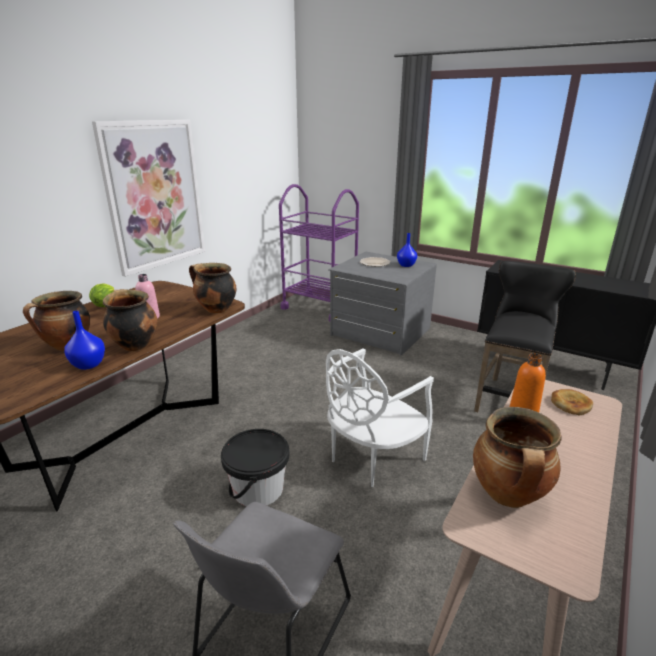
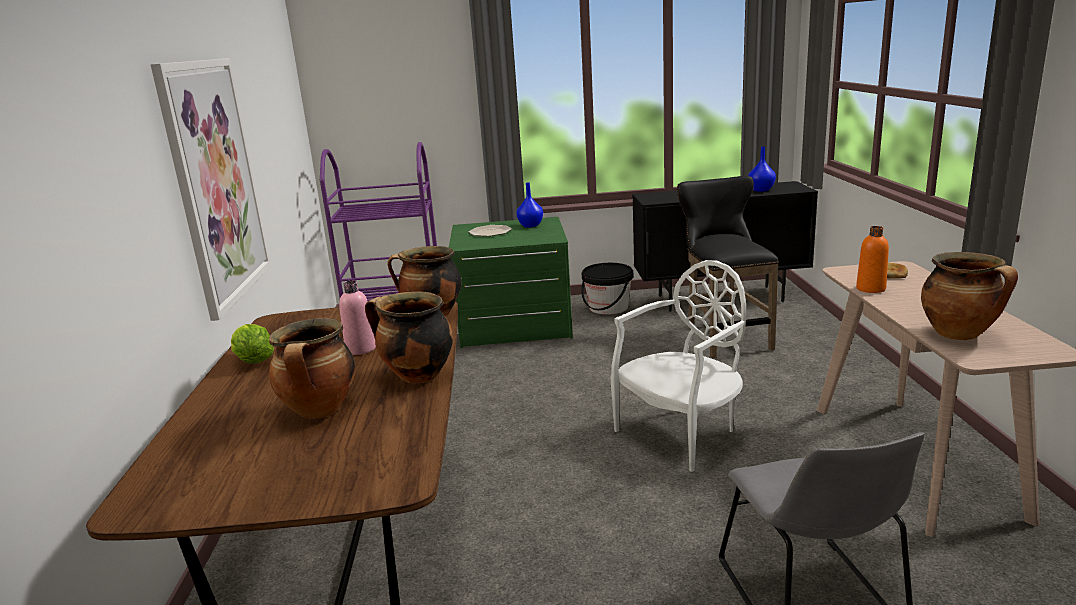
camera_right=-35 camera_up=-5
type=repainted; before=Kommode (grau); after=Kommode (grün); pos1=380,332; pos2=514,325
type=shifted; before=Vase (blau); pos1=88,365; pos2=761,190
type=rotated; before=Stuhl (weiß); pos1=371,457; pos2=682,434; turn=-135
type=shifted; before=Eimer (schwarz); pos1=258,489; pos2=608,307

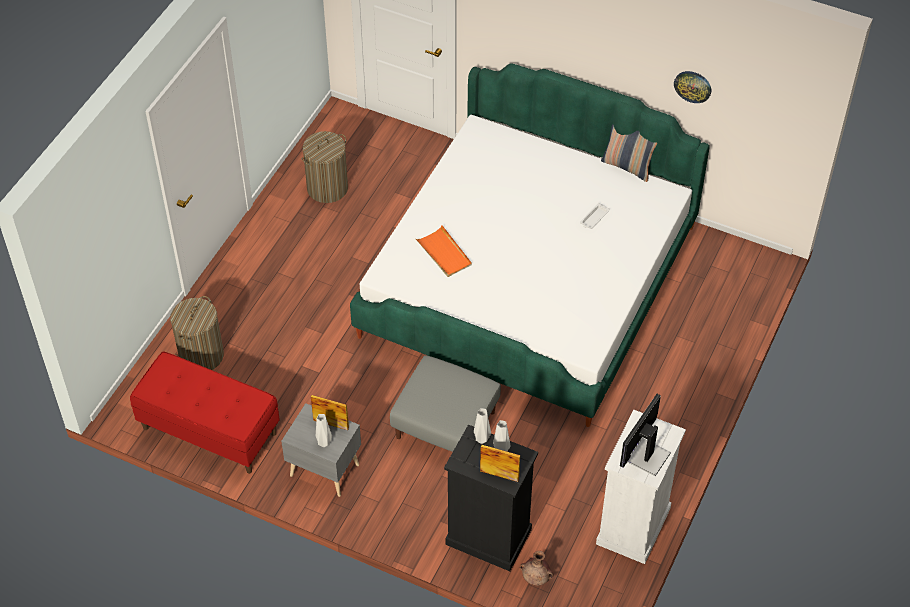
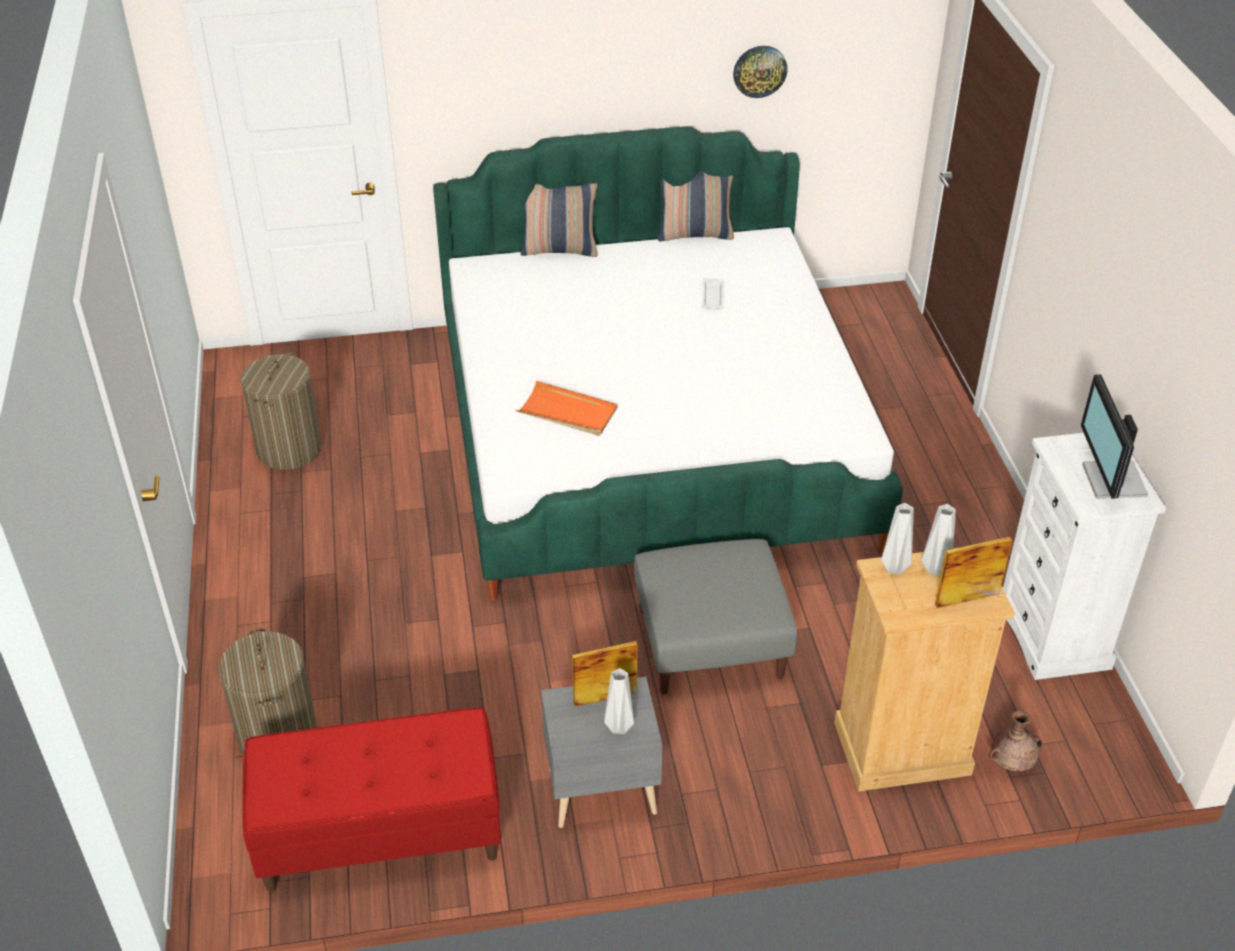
camera_right=-35 camera_up=-10
type=repainted; before=Kommode (schwarz); after=Kommode (beige); pos1=488,537; pos2=901,749
type=new; after=Kissen; pos2=559,250

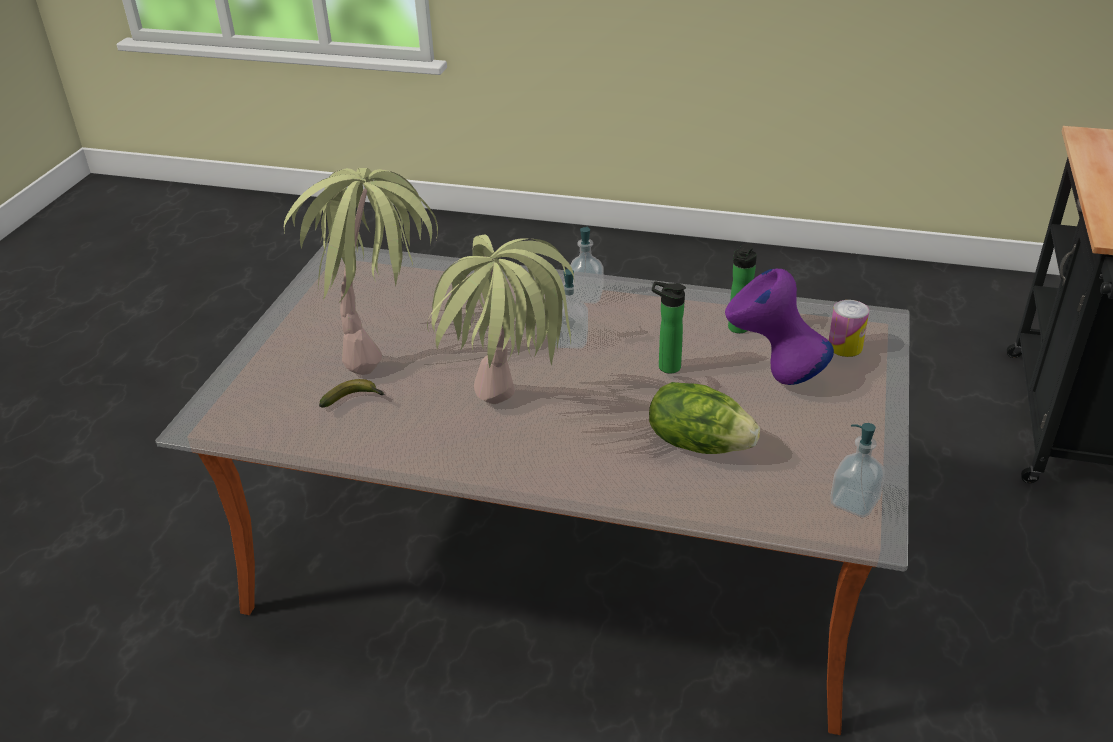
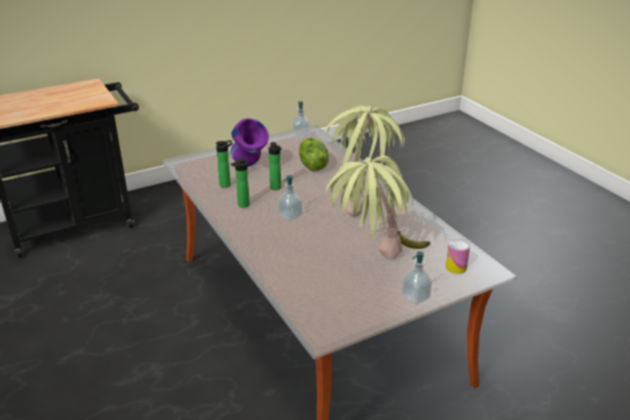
camera_right=-135 camera_up=-5
type=shifted; before=Seifenspender; pos1=586,296; pos2=415,297
type=shifted; before=Dose; pos1=845,346; pos2=456,267
type=new; after=Flasche; pos2=242,205

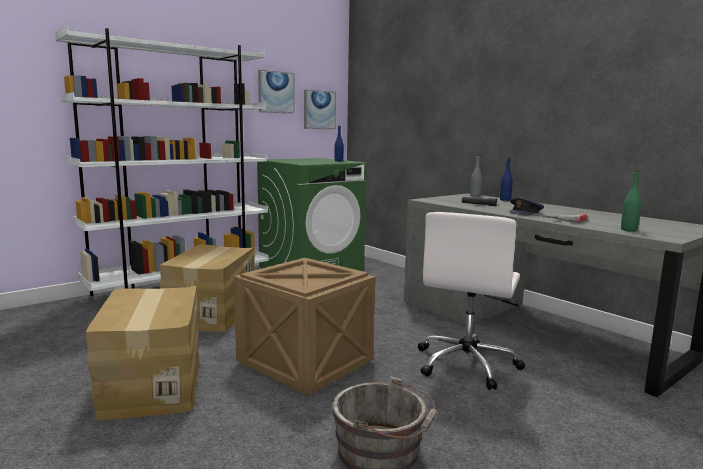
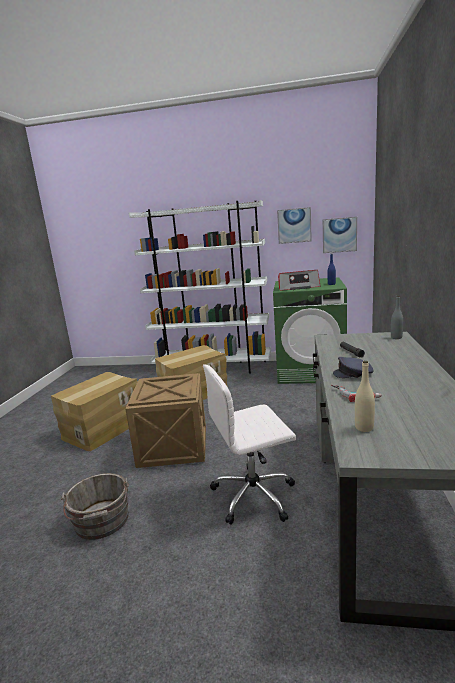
camera_right=50 camera_up=5
type=gone; before=Flasche (blau); pos1=505,200
type=repainted; before=Flasche (grün); after=Flasche (beige); pos1=628,230; pos2=364,428
type=new; after=Radio; pos2=298,287

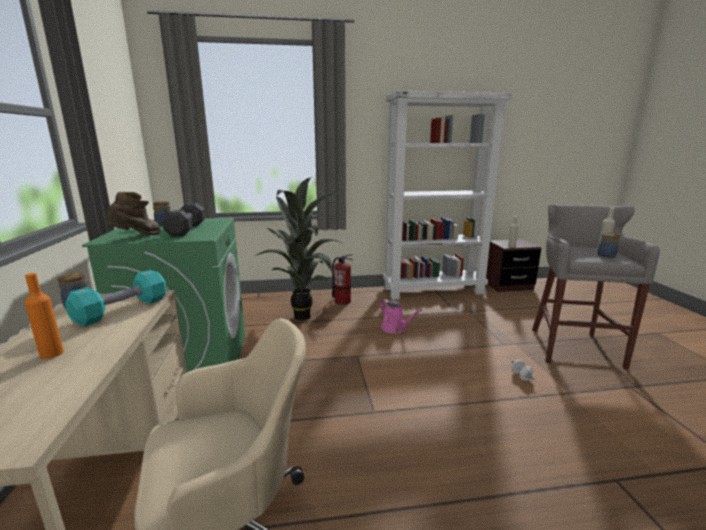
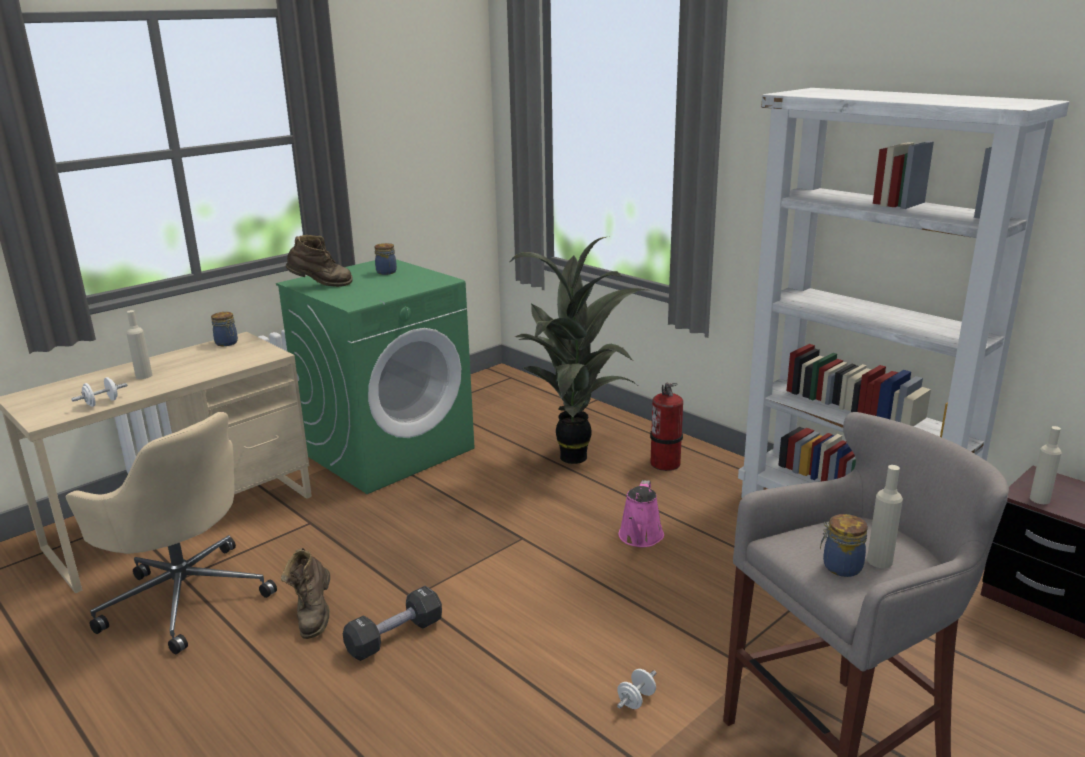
camera_right=55 camera_up=5
type=shifted; before=Hantel (schwarz); pos1=186,230; pos2=395,637
type=gone; before=Hantel (türkis); pos1=122,310
type=repainted; before=Flasche (orange); after=Flasche (beige); pos1=51,354; pos2=144,376
type=new; after=Hantel (weiß); pos2=102,403
type=new; after=Stiefel (braun); pos2=314,616

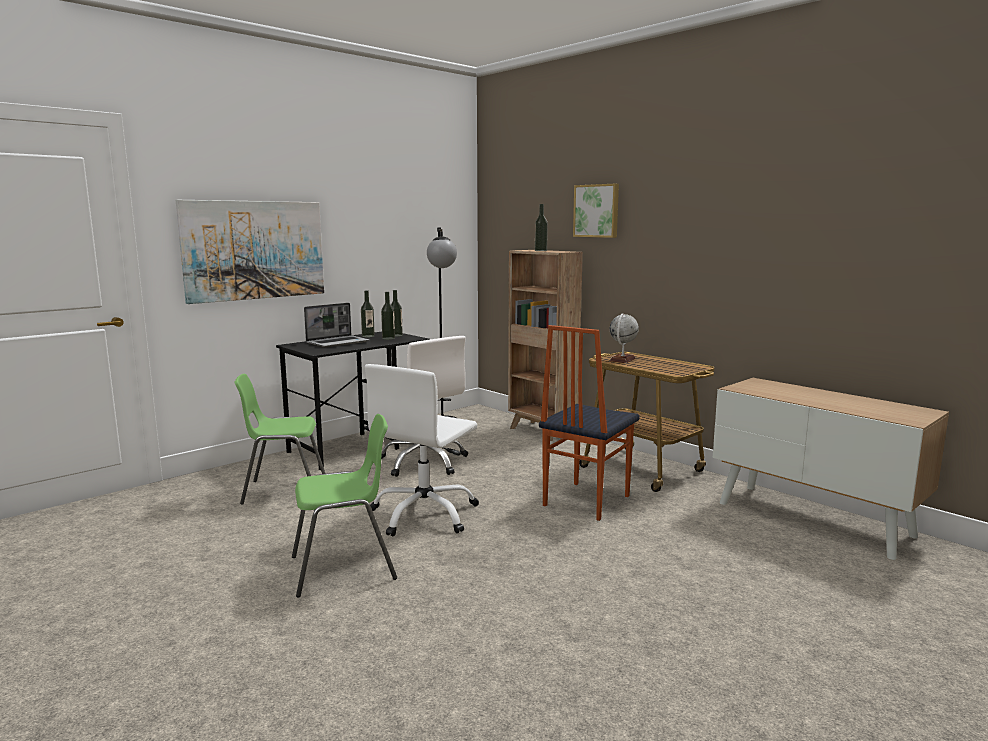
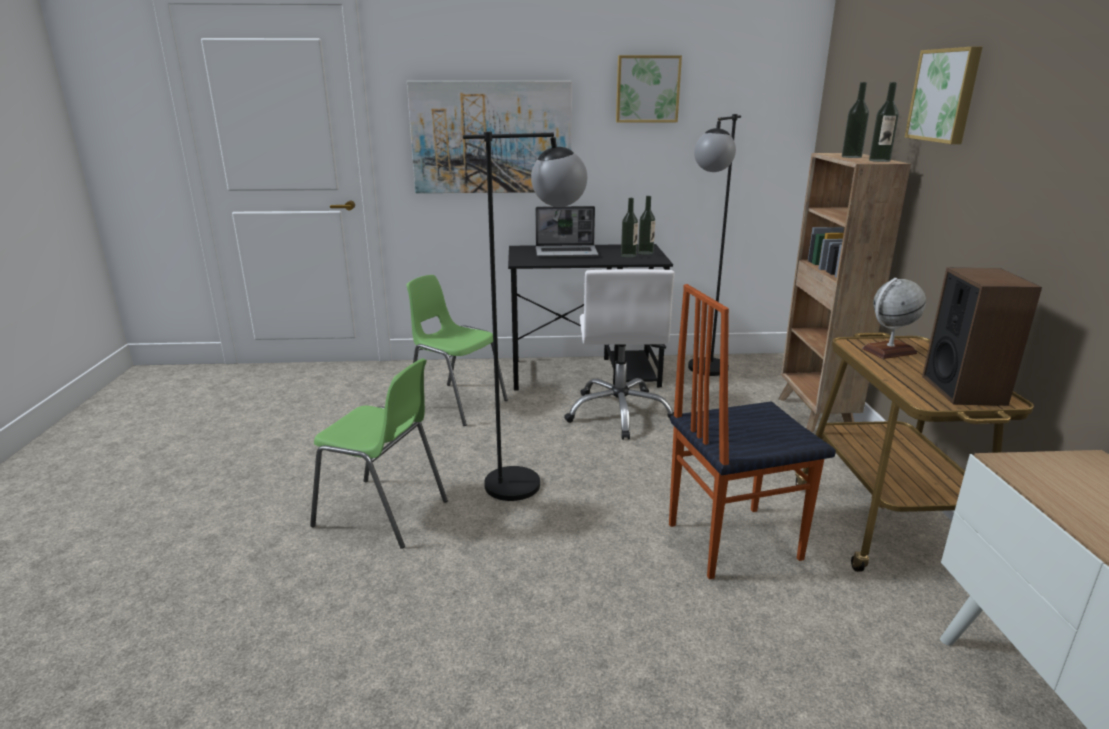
camera_right=40 camera_up=10
type=shifted; before=Flasche; pos1=368,336; pos2=879,160
type=swapped; before=Bürostuhl (weiß); after=Stehlampe (schwarz); pos1=425,514; pos2=531,481
type=new; after=Bild; pos2=647,89
type=new; after=Lautsprecher; pos2=963,390

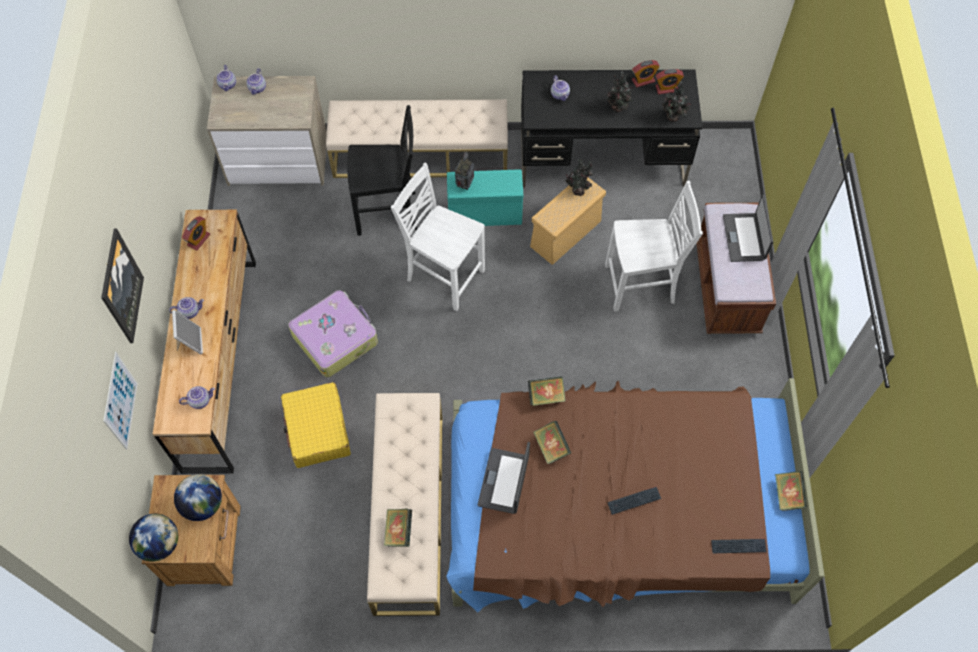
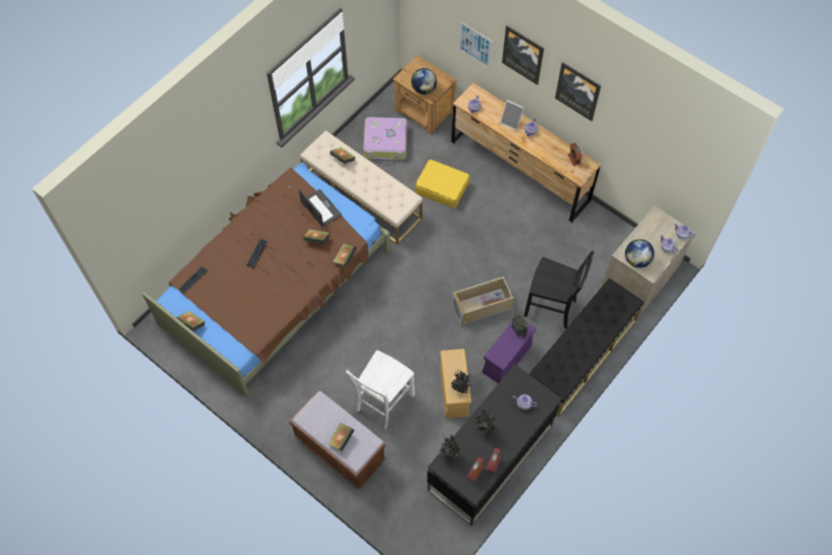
camera_right=130 camera_up=0
type=repainted; before=Bank (beige); after=Bank (schwarz); pos1=420,155; pos2=581,355
type=rotated; before=Stuhl (schwarz); pos1=388,212; pos2=551,308; turn=-105
type=swapped; before=Stuhl (weiß); after=Aufbewahrungsbox (beige); pos1=444,275; pos2=482,306
type=repainted; before=Aufbewahrungsbox (türkis); after=Aufbewahrungsbox (lila); pos1=486,213; pos2=506,359
type=swapped; before=Laptop; after=Buch; pos1=744,237; pos2=341,440
type=shifted; before=Koffer; pos1=335,338; pos2=386,143
type=shifted; before=Globus; pos1=160,544; pos2=636,260
type=new; after=Bild; pos2=578,91

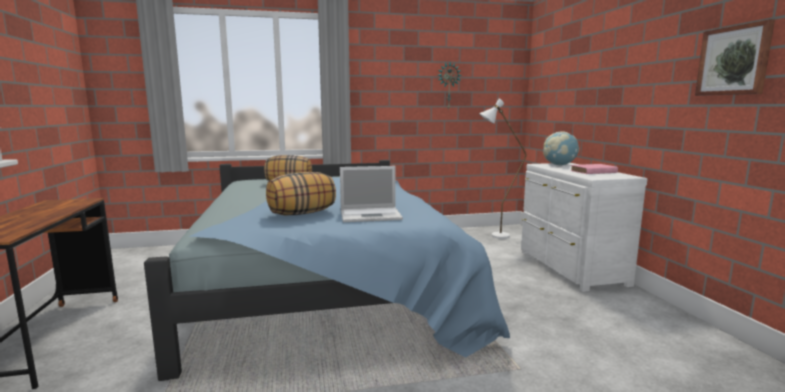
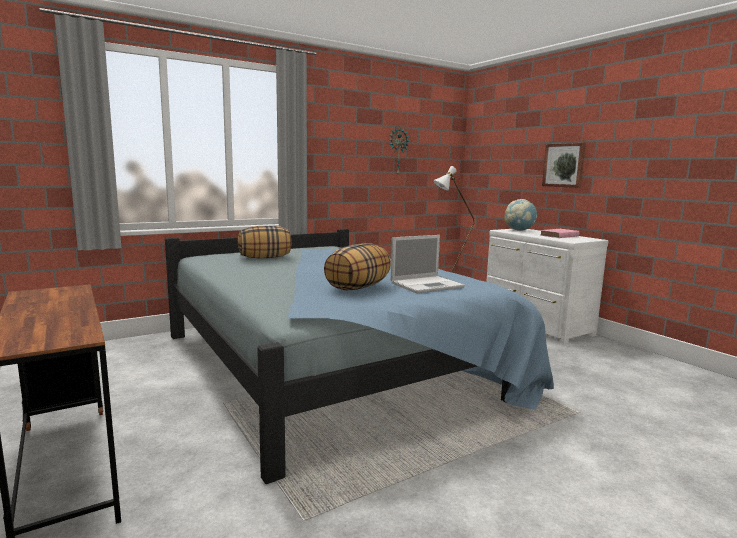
camera_right=-20 camera_up=0
type=shifted; before=Bild; pos1=734,61; pos2=564,165

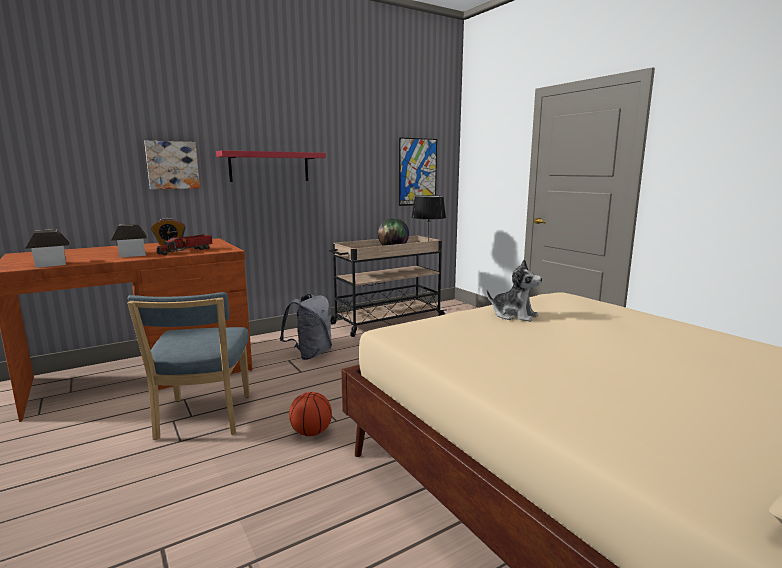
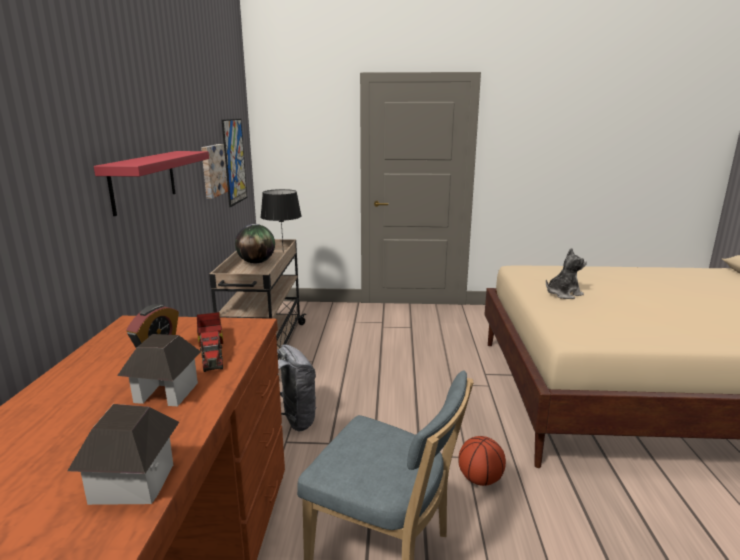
camera_right=-55 camera_up=5
type=shifted; before=Bild; pos1=172,165; pos2=212,170

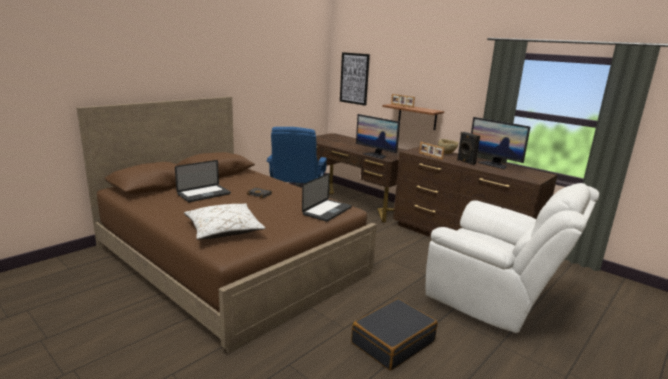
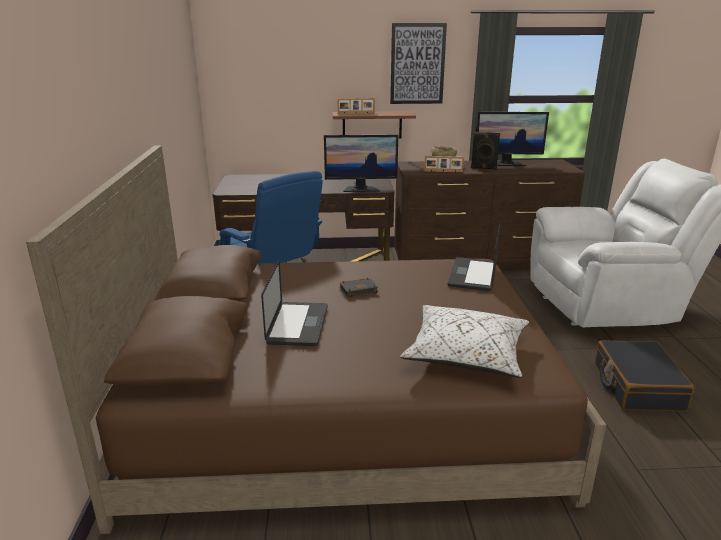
camera_right=-45 camera_up=5
type=shifted; before=Bild; pos1=354,78; pos2=417,64
type=rotated; before=Laptop; pos1=327,211; pos2=472,275; turn=-150

